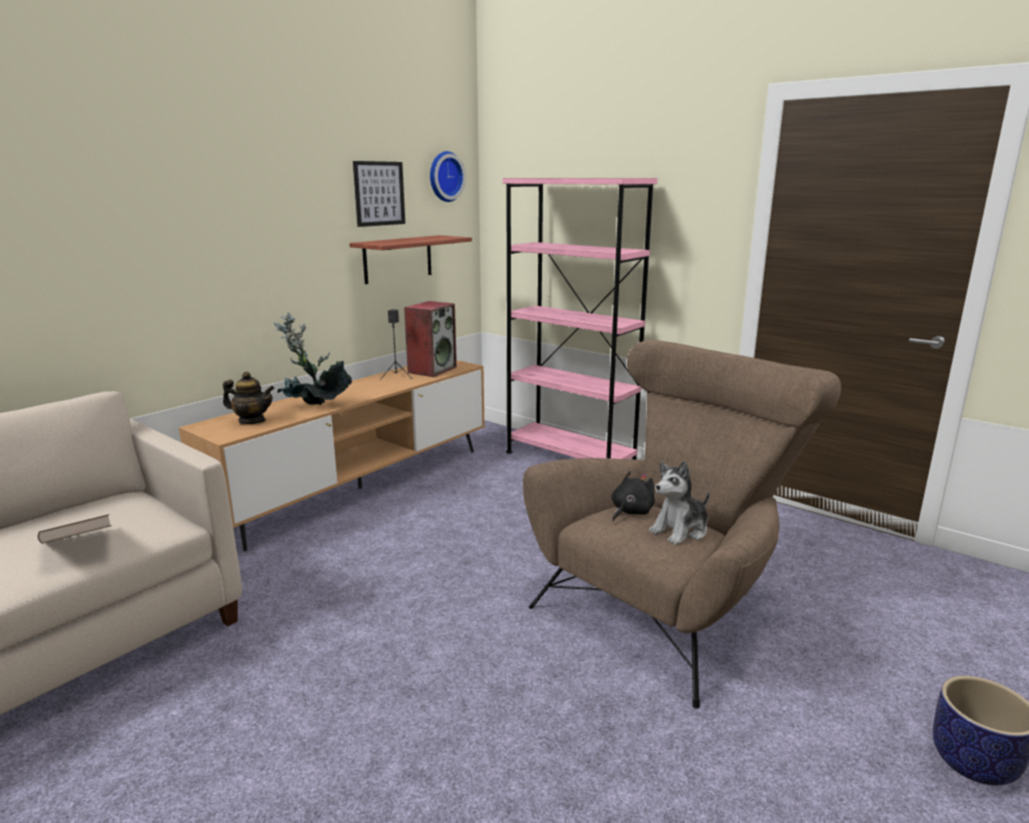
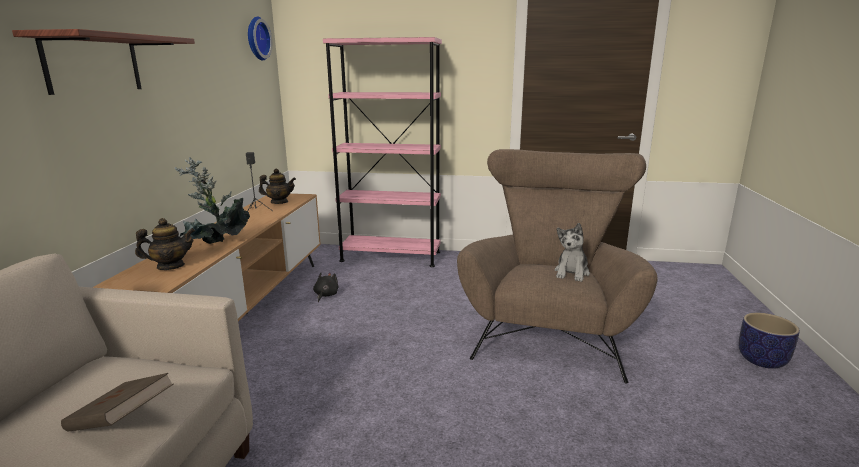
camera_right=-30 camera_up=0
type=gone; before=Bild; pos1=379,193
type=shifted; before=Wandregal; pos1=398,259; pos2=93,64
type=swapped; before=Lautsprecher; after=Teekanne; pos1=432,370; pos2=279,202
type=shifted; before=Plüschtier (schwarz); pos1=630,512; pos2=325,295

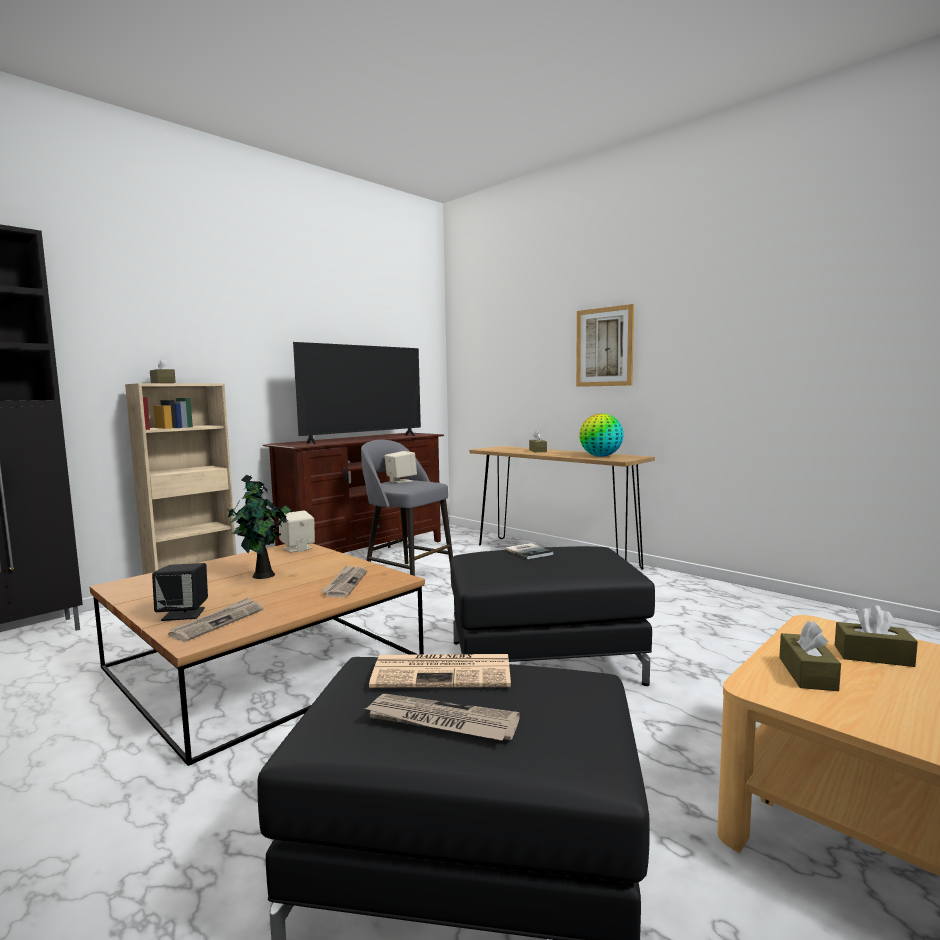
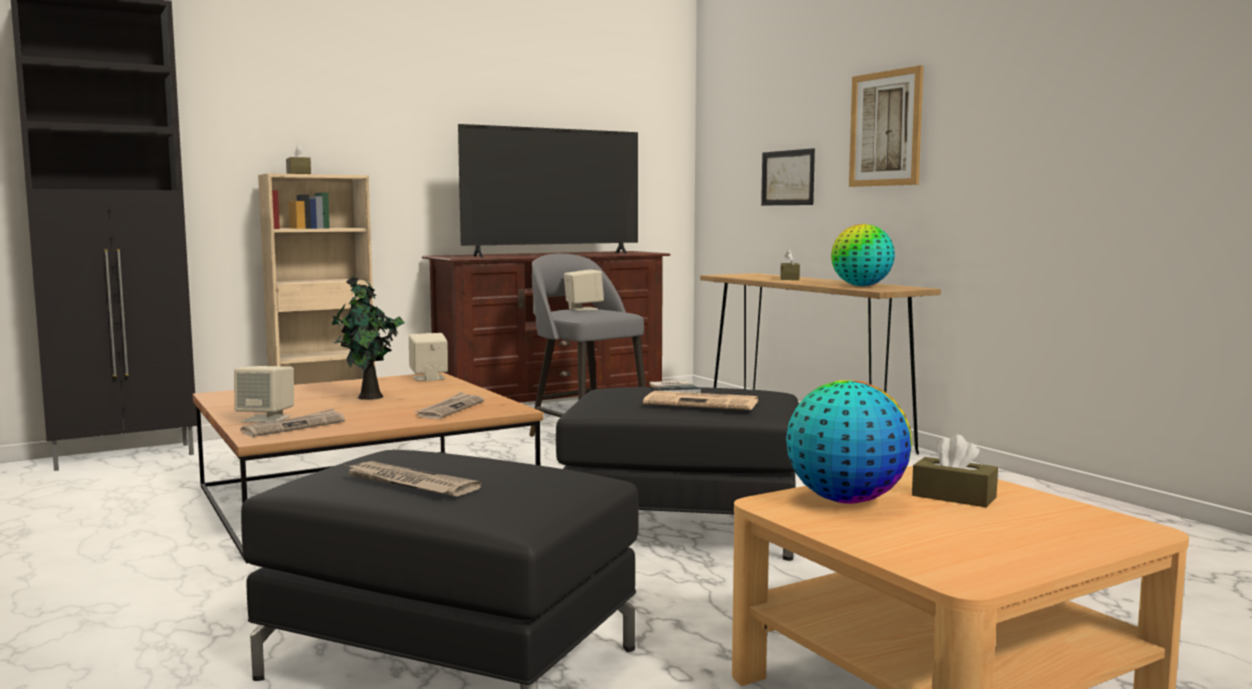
camera_right=15 camera_up=0
type=repainted; before=Lautsprecher (schwarz); after=Lautsprecher (beige); pos1=184,614; pos2=267,419
type=swapped; before=Taschentuchbox (braun); after=Globus; pos1=807,674; pos2=845,500
type=shifted; before=Zeitung; pos1=444,672; pos2=703,403
type=new; after=Bild; pos2=788,178

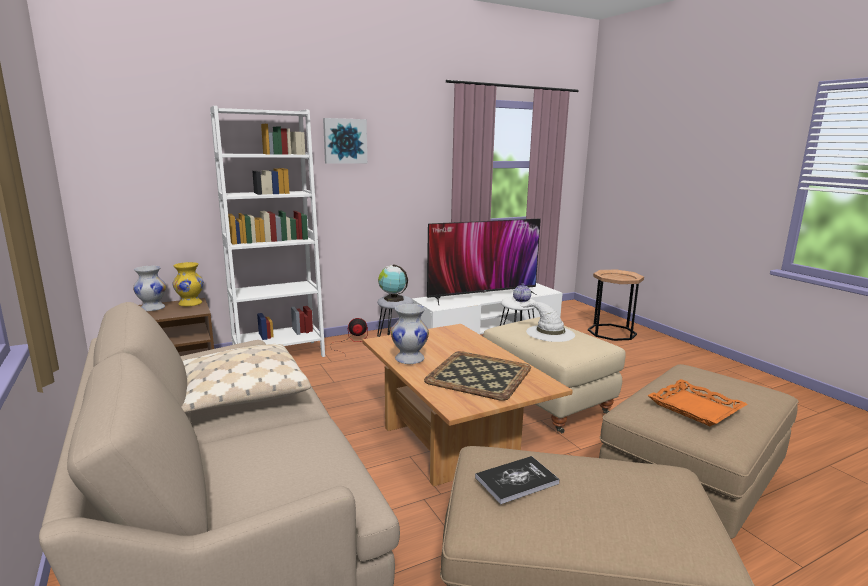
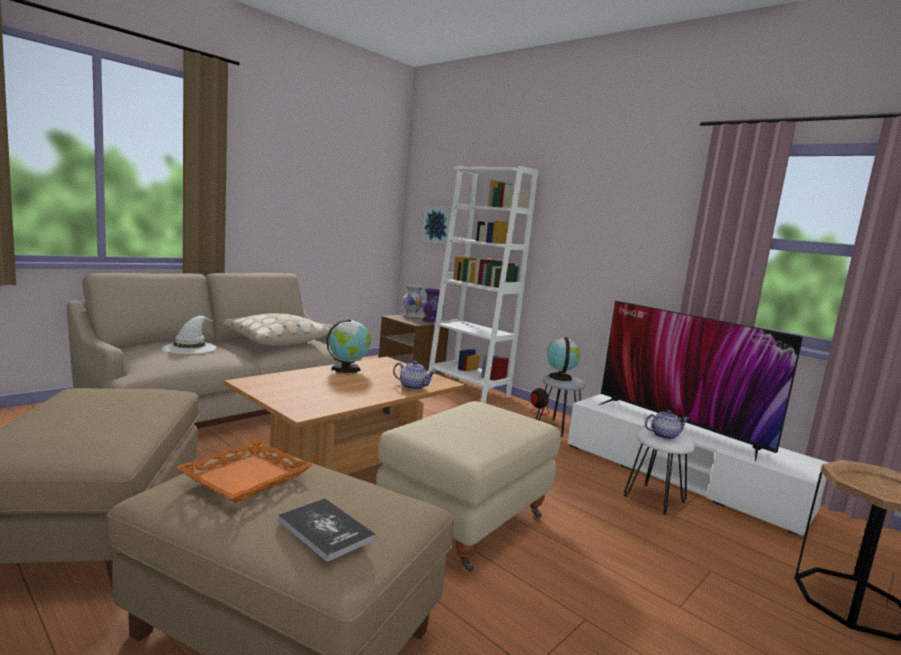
camera_right=70 camera_up=-5
type=shifted; before=Bild; pos1=344,141; pos2=439,225
type=repainted; before=Vase (gelb); after=Vase (lila); pos1=190,303; pos2=430,321
type=shifted; before=Hut (weiß); pos1=549,333; pos2=190,347
type=swapped; before=Vase (weiß); after=Globus; pos1=409,359; pos2=348,368
type=gone; before=Tablett; pos1=477,375
type=shifted; before=Buch; pos1=516,480; pos2=325,530
type=new; after=Teekanne; pos2=413,387

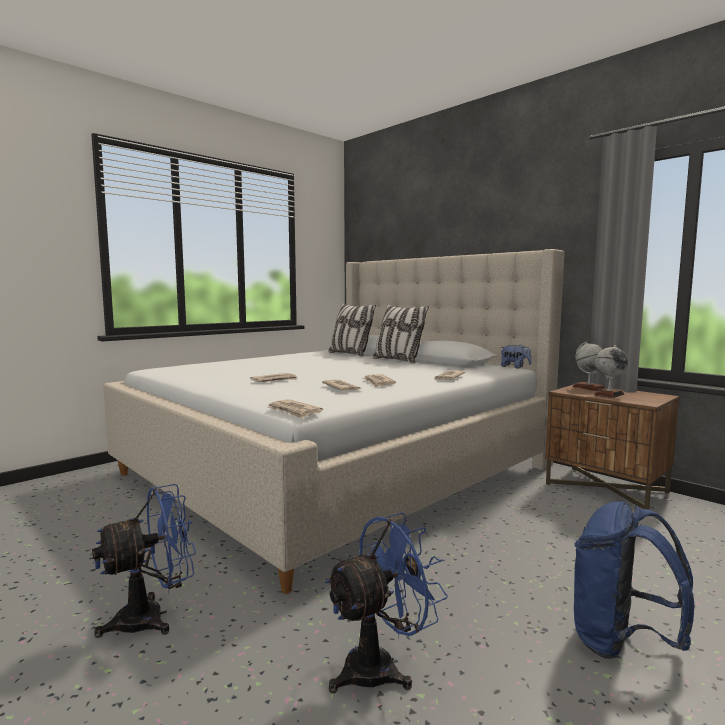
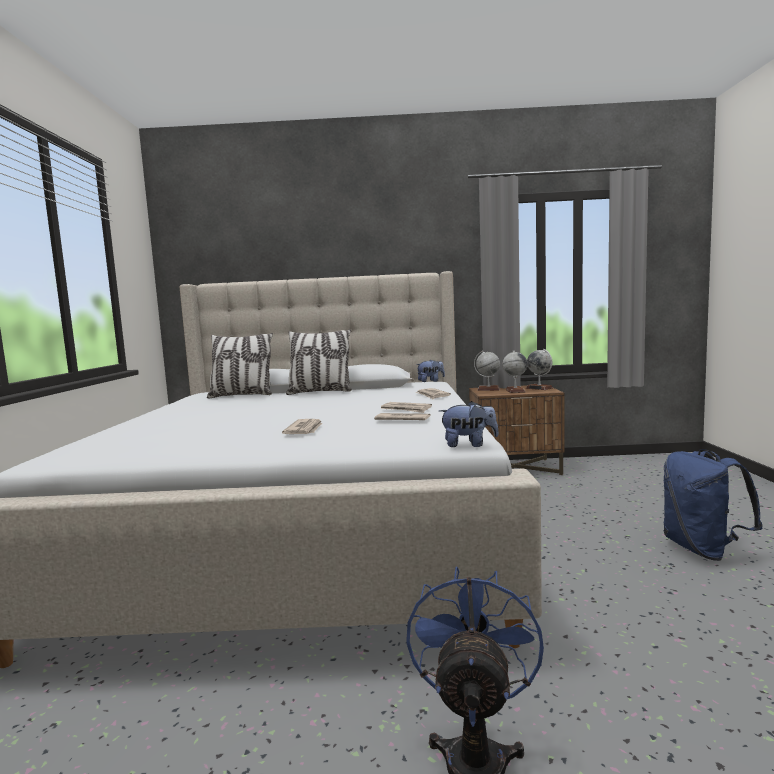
camera_right=-45 camera_up=0
type=swapped; before=Zeitung; after=Plüschtier; pos1=294,411; pos2=469,445
type=gone; before=Ventilator (blau); pos1=381,666
type=new; after=Globus; pos2=539,388

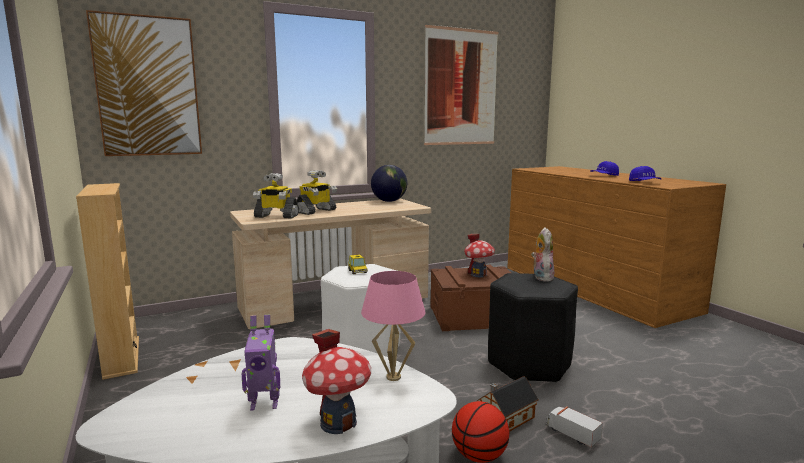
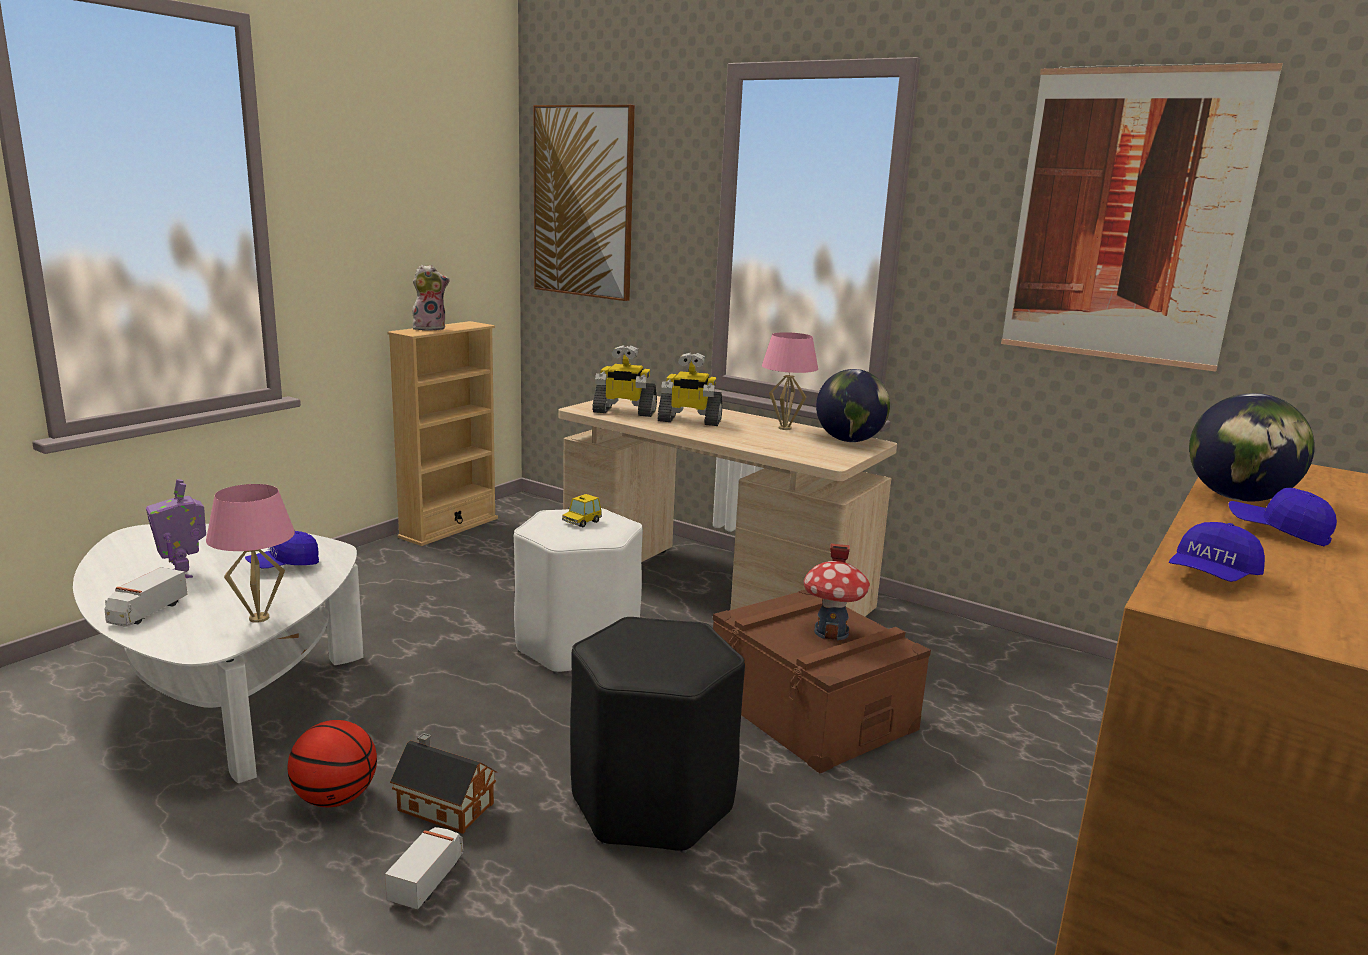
camera_right=60 camera_up=5
type=rotated; before=Spielzeugroboter; pos1=276,216; pos2=624,412; turn=-60
type=shifted; before=Plüschtier; pos1=541,277; pos2=430,328
type=swapped; before=Spielzeughaus; after=Spielzeuglaster; pos1=338,422; pos2=147,612
type=new; after=Tischlampe (rosa); pos2=784,428
type=new; after=Globus; pos2=1238,498
type=new; after=Kappe (blau); pos2=284,565

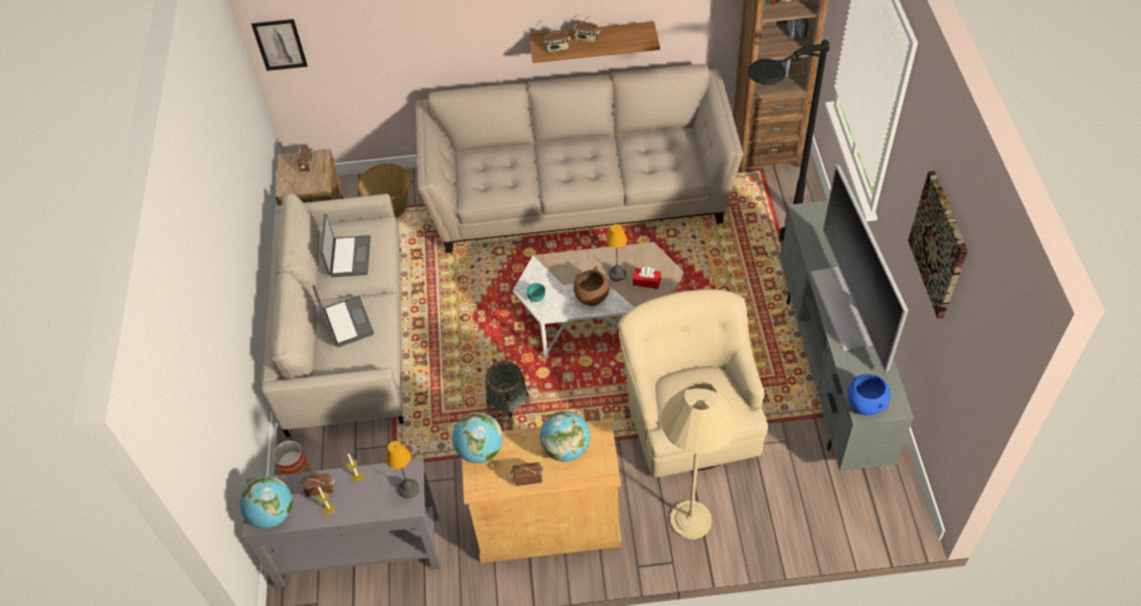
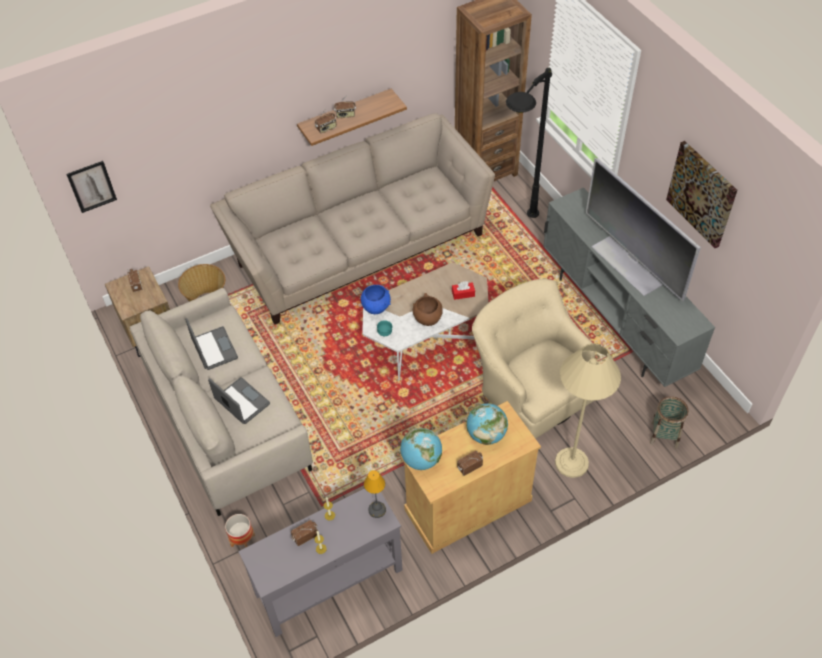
camera_right=-25 camera_up=0
type=gone; before=Tischlampe; pos1=616,274
type=shifted; before=Korb; pos1=508,406; pos2=664,435
type=shifted; before=Schüssel (blau); pos1=865,404; pos2=376,307
type=gone; before=Globus; pos1=272,514

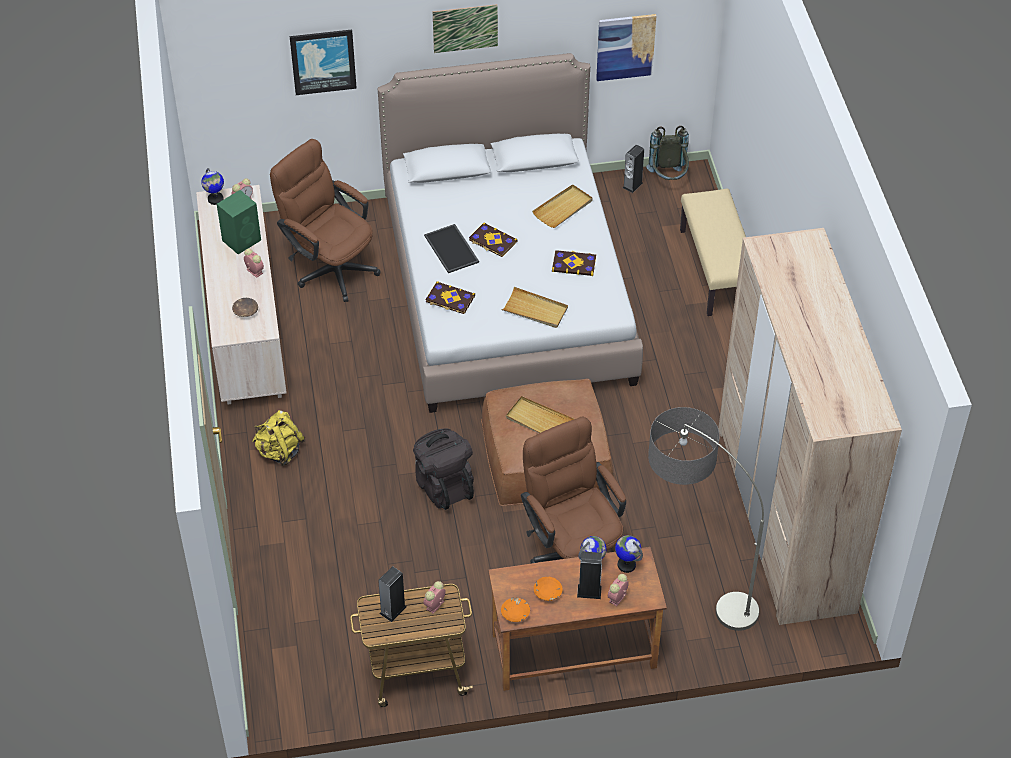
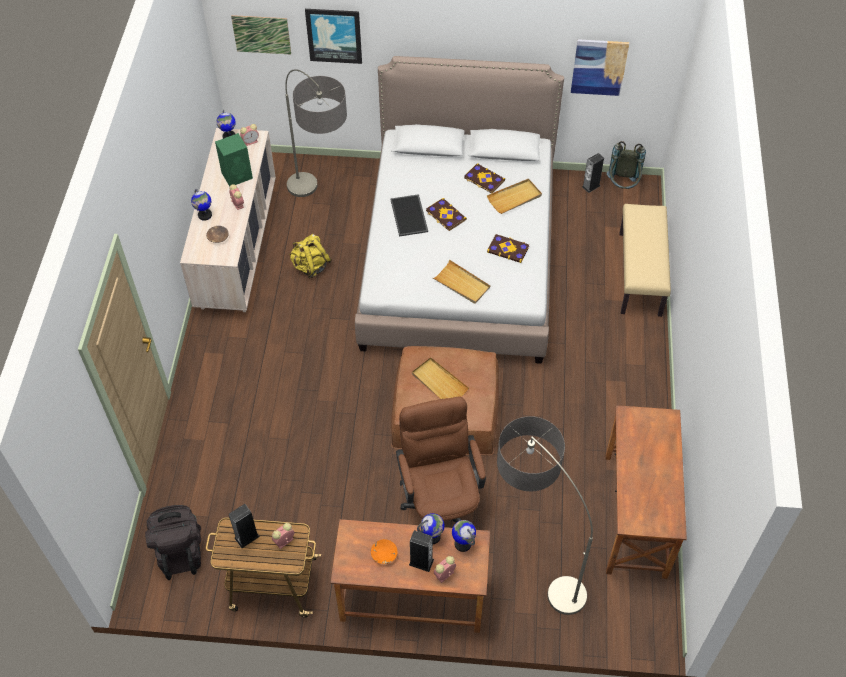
camera_right=15 camera_up=5
type=shifted; before=Bild; pos1=465,28; pos2=261,34
type=swapped; before=Bürostuhl (braun); after=Stehlampe; pos1=330,266; pos2=322,208
type=swapped; before=Kleiderschrank (beige); after=Schreibtisch (braun); pos1=785,518; pos2=635,515
type=shifted; before=Buch; pos1=450,299; pos2=484,179
type=shifted; before=Rucksack (gelb); pos1=279,451; pos2=311,266
type=shifted; before=Rucksack (schwarz); pos1=443,485; pos2=180,551
type=gone; before=Schüssel (orange); pos1=515,613
type=new; after=Globus; pos2=204,215

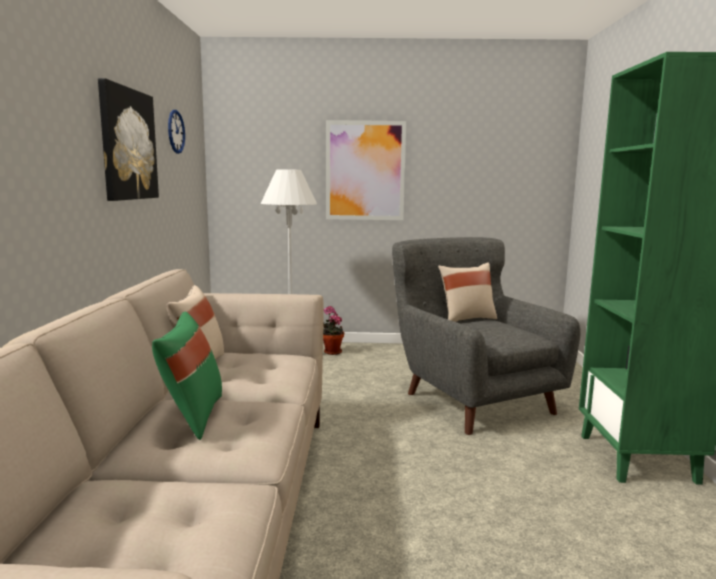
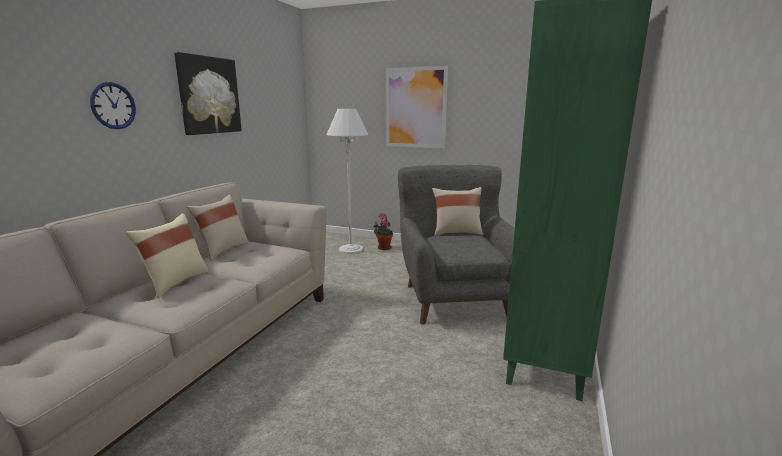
camera_right=20 camera_up=5
type=shifted; before=Wanduhr; pos1=175,131; pos2=113,106
type=repainted; before=Kissen (grün); after=Kissen (beige); pos1=192,416; pos2=175,282

